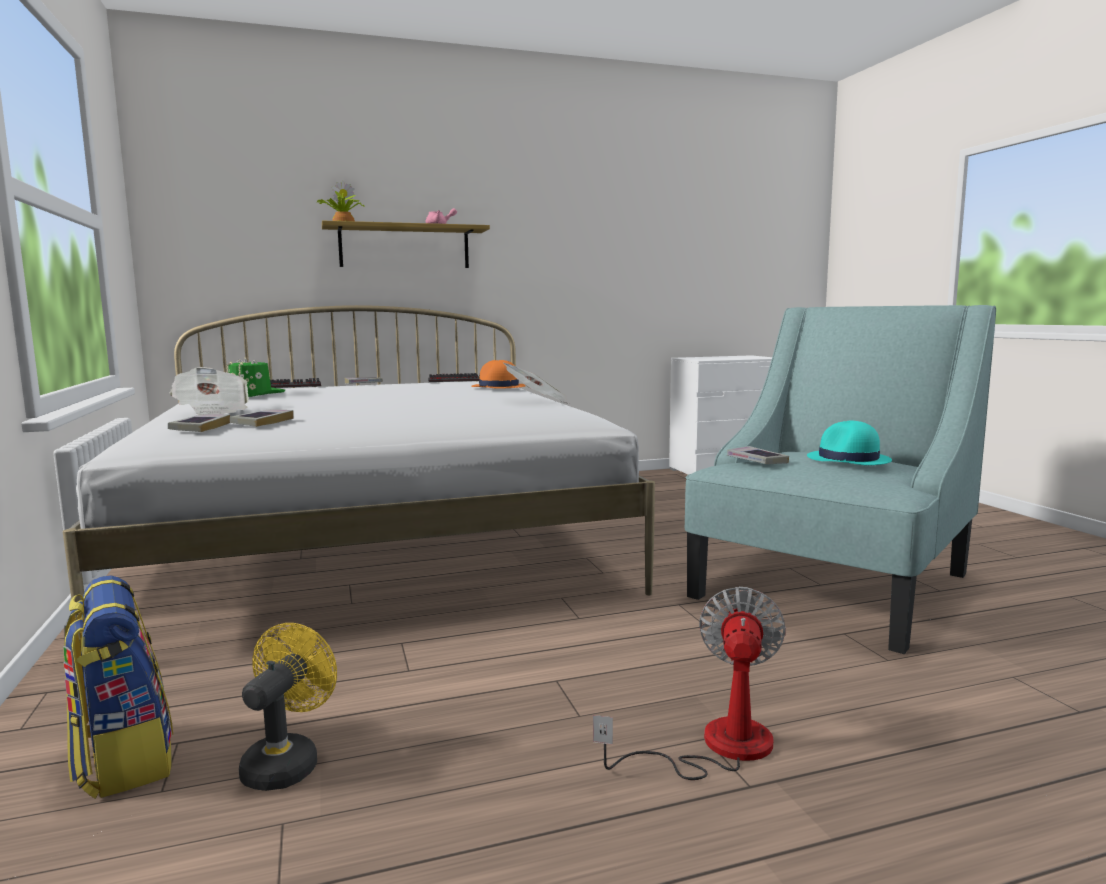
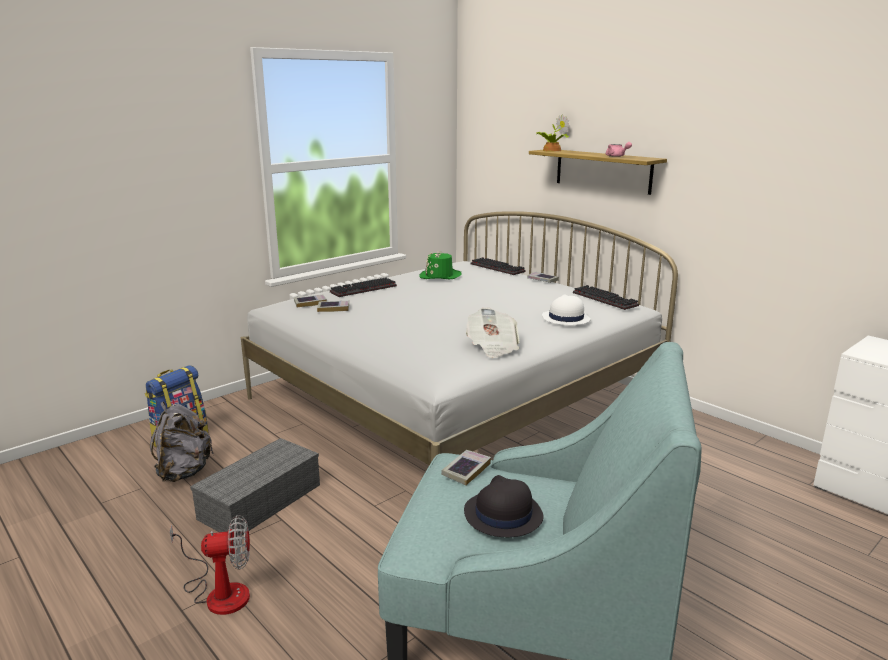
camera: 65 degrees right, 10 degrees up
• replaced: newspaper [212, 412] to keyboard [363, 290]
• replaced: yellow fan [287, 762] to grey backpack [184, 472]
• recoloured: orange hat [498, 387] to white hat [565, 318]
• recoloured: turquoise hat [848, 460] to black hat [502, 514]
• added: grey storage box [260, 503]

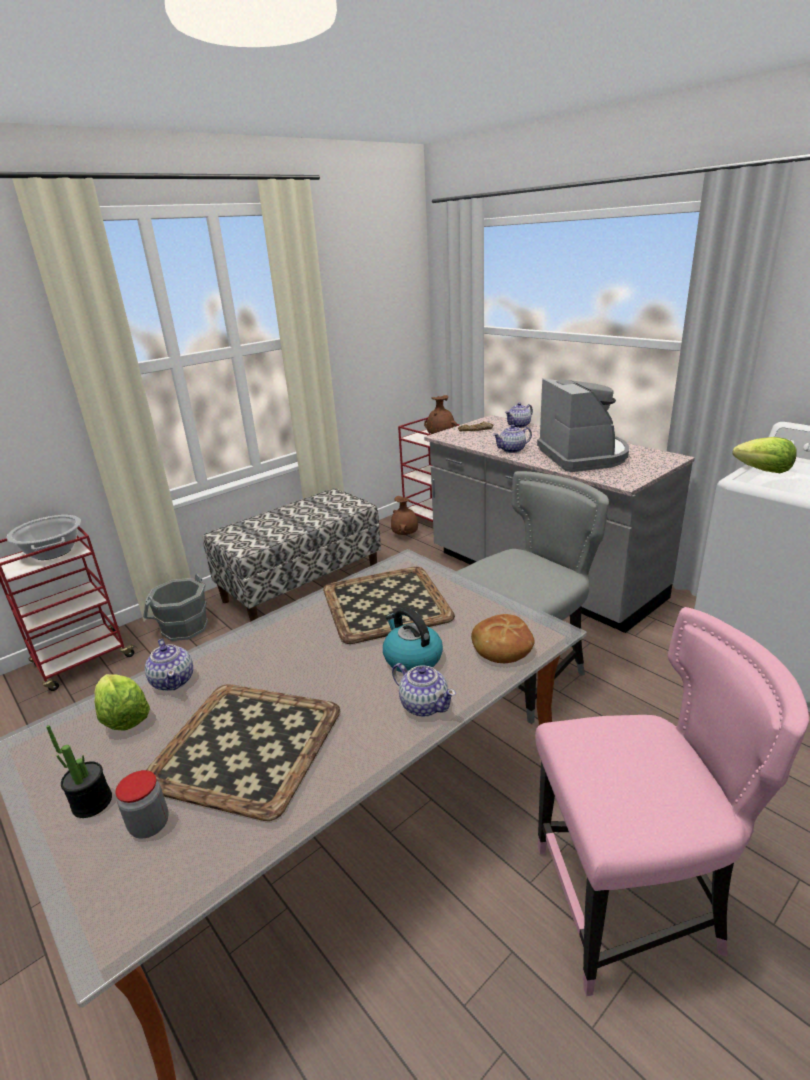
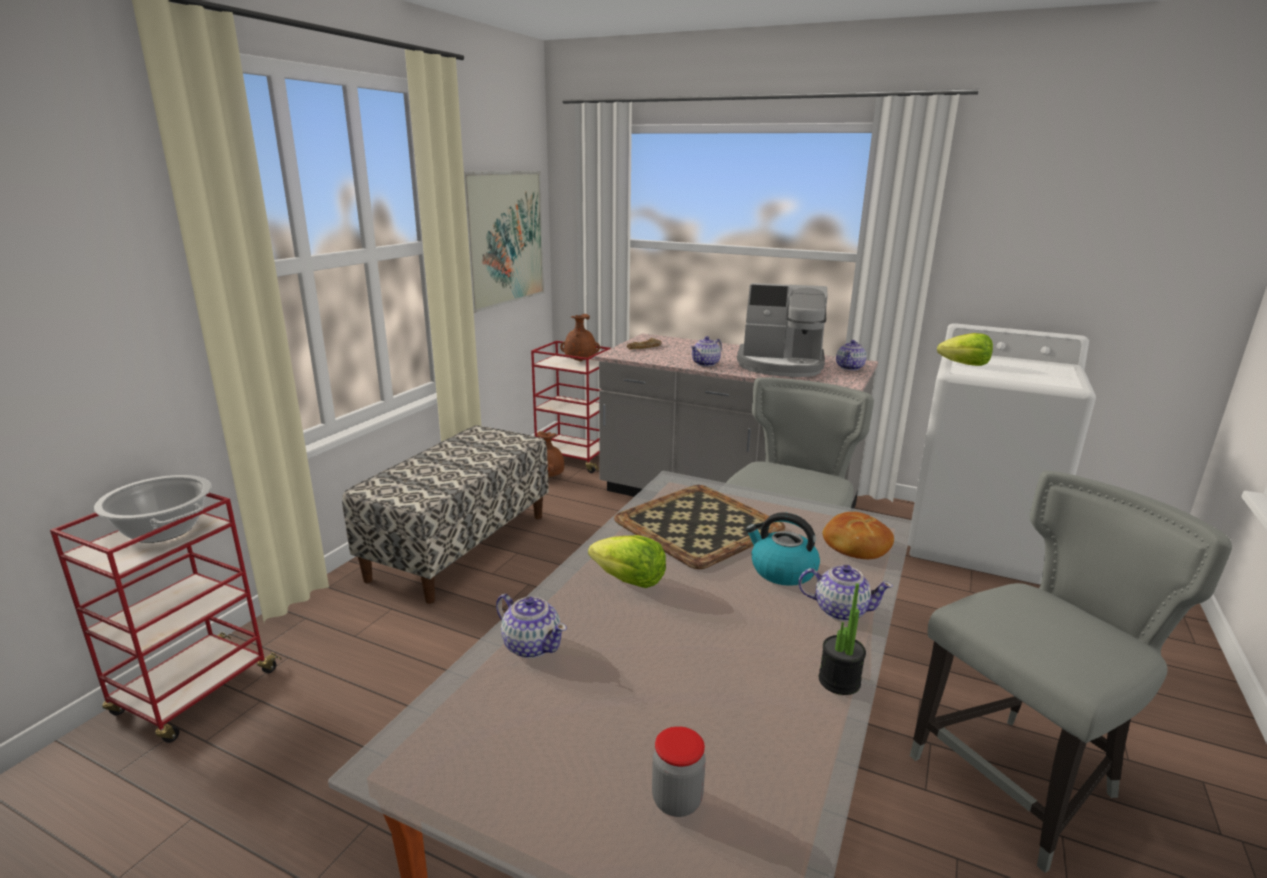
camera: 25 degrees left, 5 degrees down
• moved: potted plant [92, 802] to [839, 681]
• moved: lettuce [123, 717] to [629, 580]
• removed: grey bucket [184, 628]
• removed: tray [246, 747]
• moved: teapot [519, 425] to [850, 367]
• recoloured: pink chair [630, 906] to grey chair [1020, 781]
• turned: coffee machine [583, 456] = [781, 365] 135 degrees clockwise
• added: picture [503, 238]

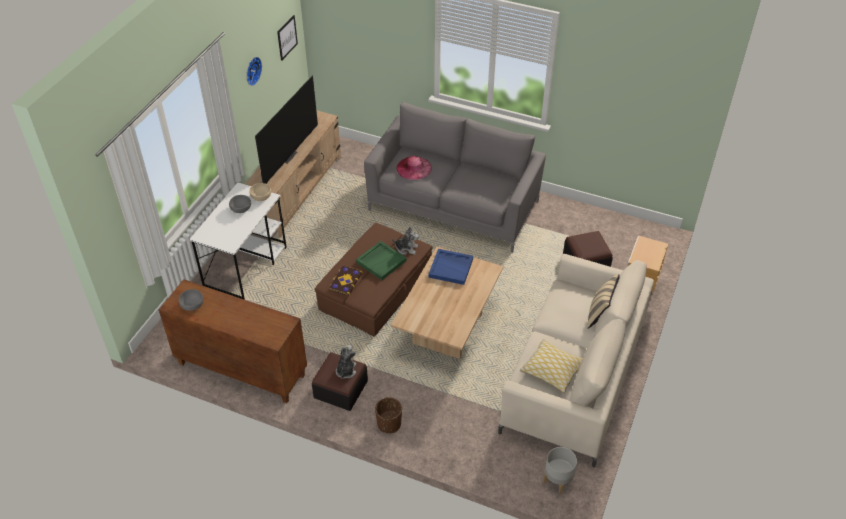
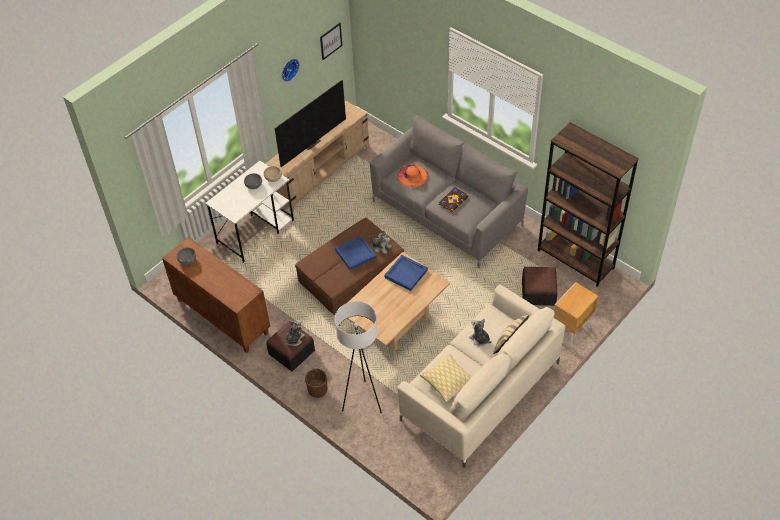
camera: 20 degrees right, 5 degrees up
• moved: book [345, 281] to [453, 200]
• recoloured: green tray [381, 261] to blue tray [355, 253]
• recoloured: pink hat [414, 168] to orange hat [412, 176]
• removed: grey planter [558, 481]
• added: white floor lamp [363, 401]
• added: plush toy [479, 339]
• added: brown bookcase [575, 259]

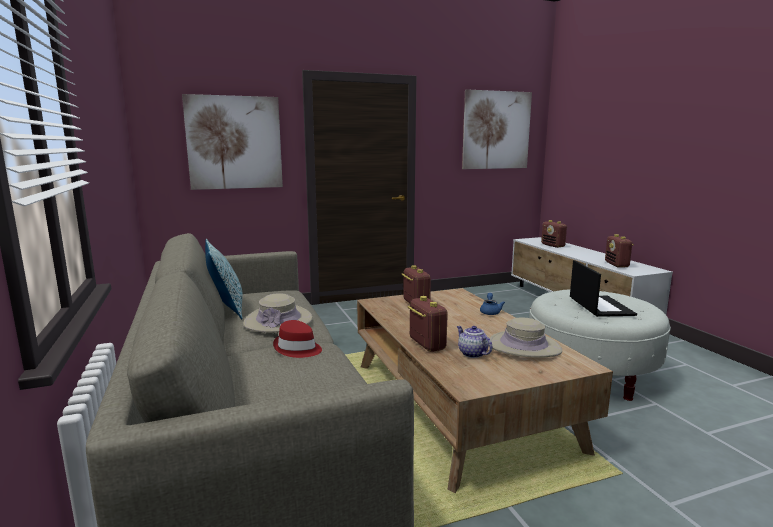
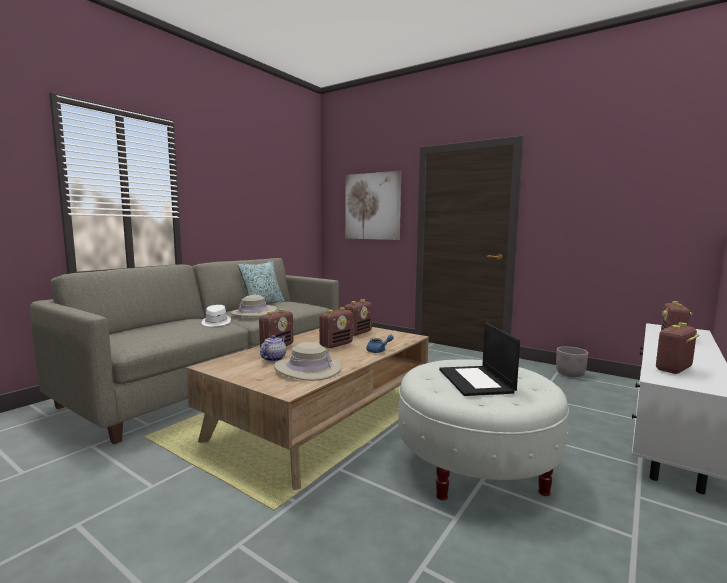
camera: 55 degrees right, 5 degrees down
• recoloured: red hat [297, 349] to white hat [215, 322]
• removed: picture [496, 130]
• turned: laptop [600, 306] = [476, 381] 120 degrees clockwise
• added: radio [336, 344]
• added: grey planter [570, 374]

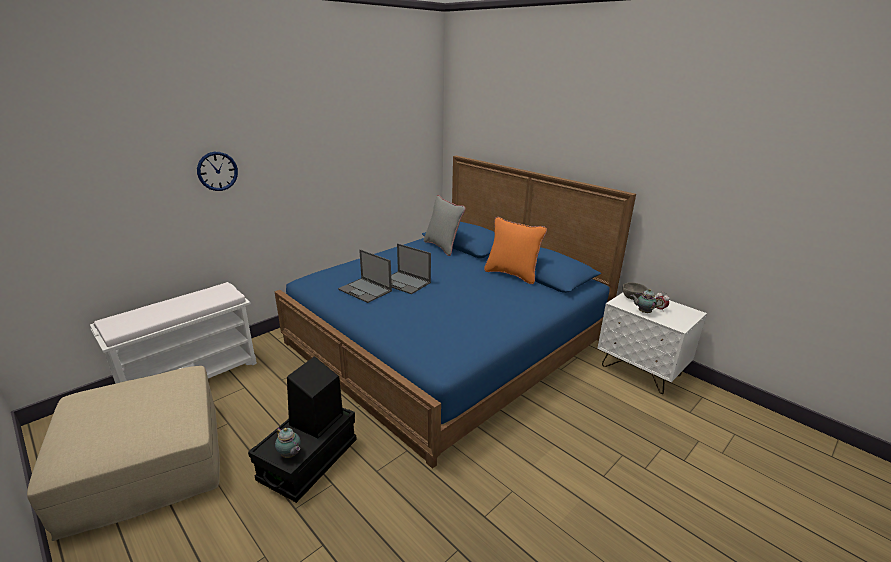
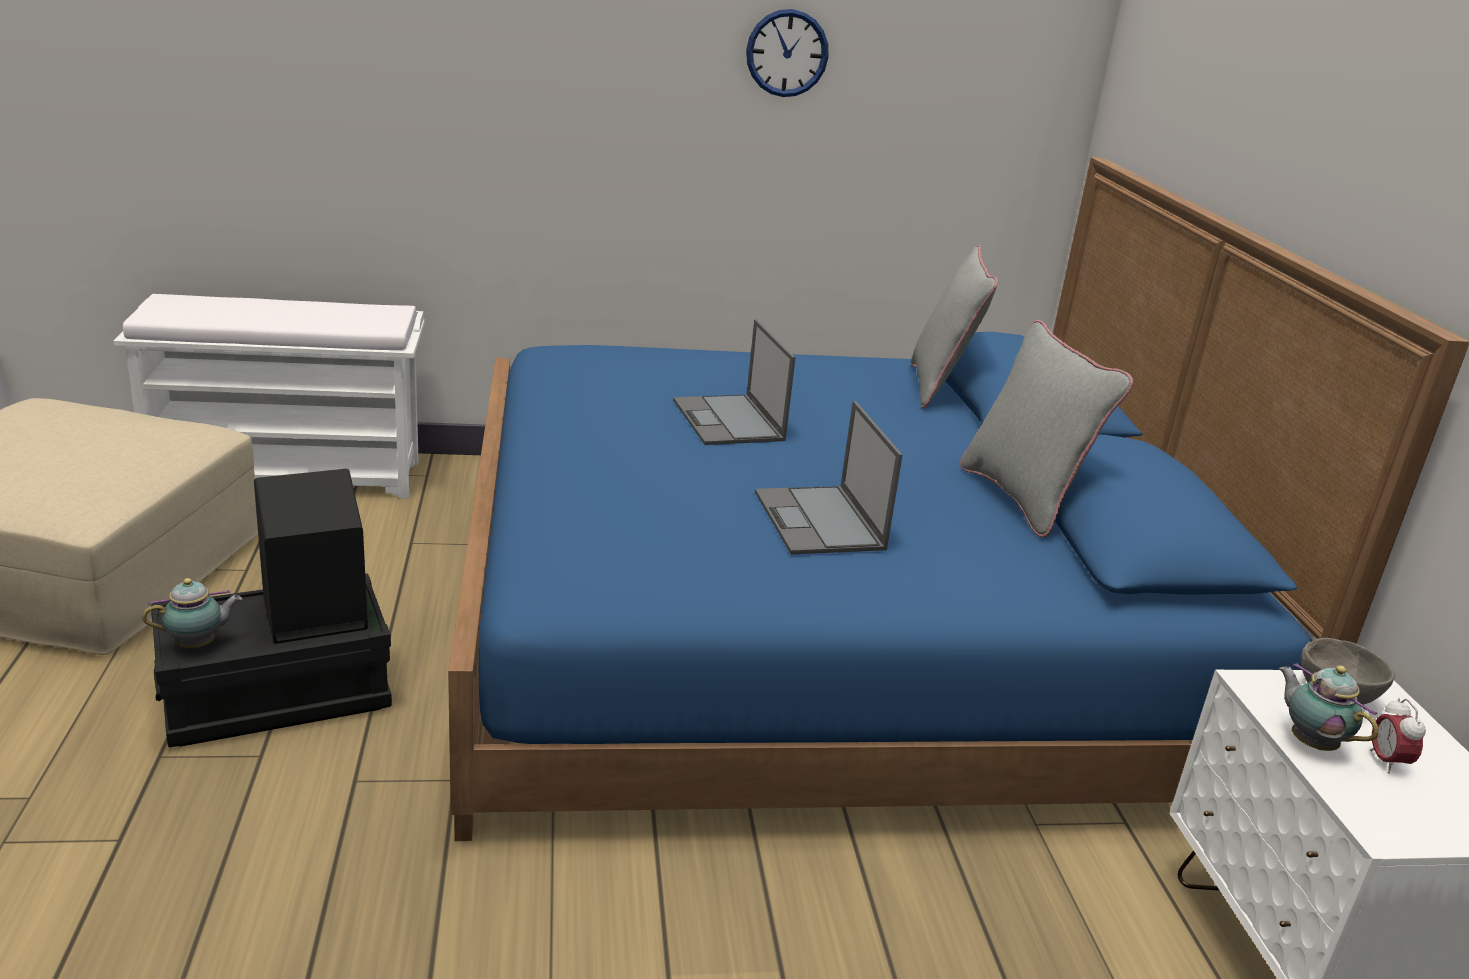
camera: 35 degrees right, 0 degrees up
• moved: wall clock [217, 171] to [787, 53]
• turned: teapot [290, 455] = [199, 645] 105 degrees counterclockwise
• moved: laptop [365, 290] to [820, 521]
• recoloured: orange pillow [512, 274] to grey pillow [1023, 499]

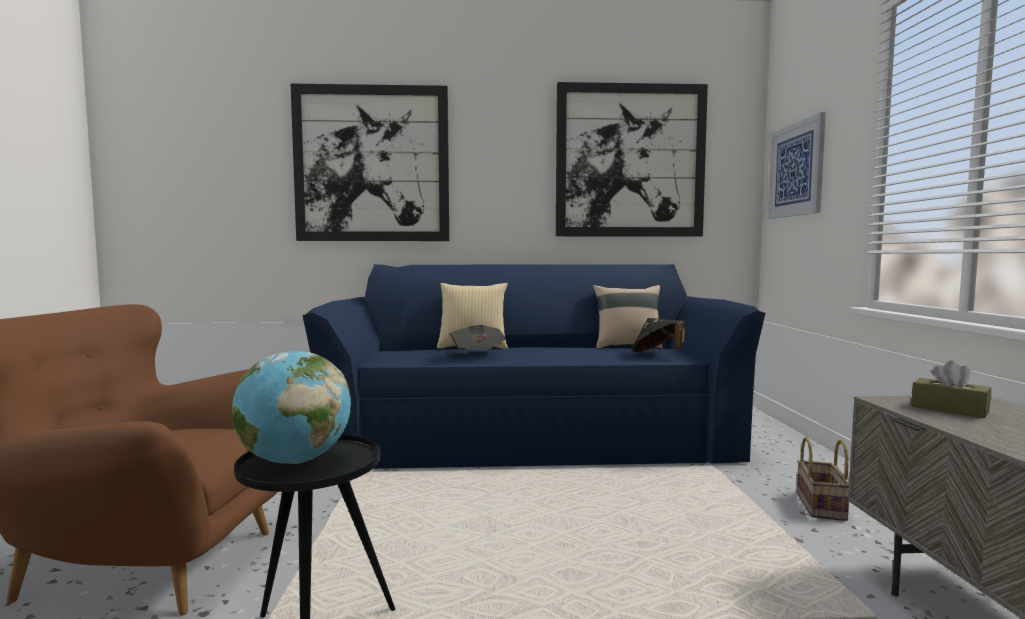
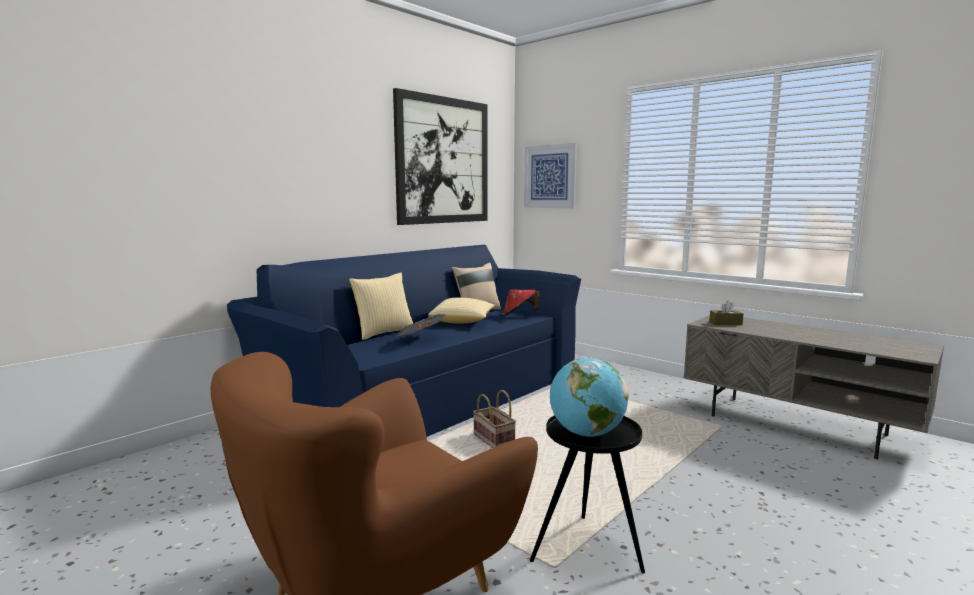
camera: 45 degrees left, 5 degrees up
• removed: picture [372, 164]
• recoloured: black hat [658, 354] to red hat [519, 315]
• moved: basket [822, 507] to [495, 440]
• added: pillow [462, 322]

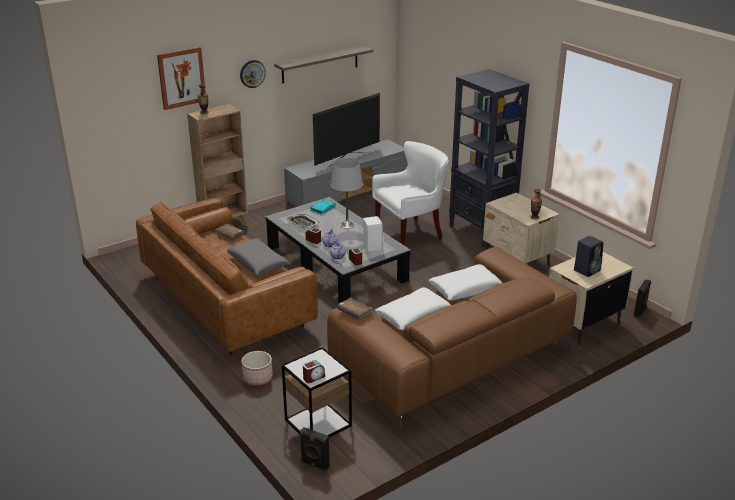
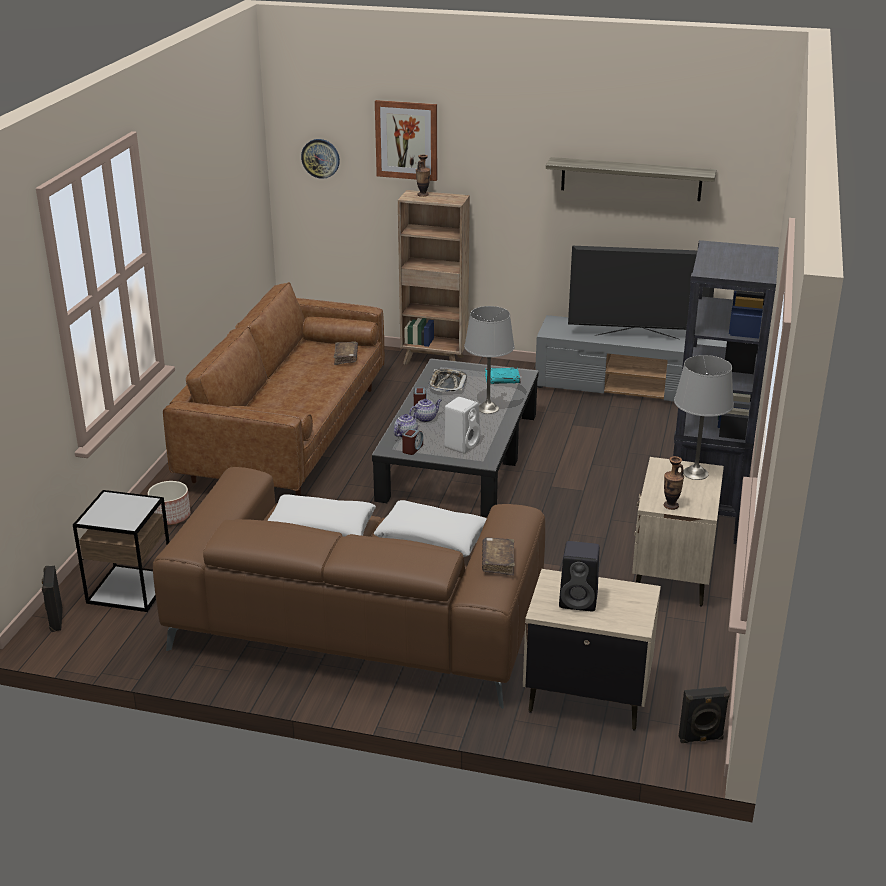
camera: 50 degrees right, 0 degrees up
• removed: grey pillow [258, 263]
• moved: wall clock [252, 73] to [320, 158]
• removed: alarm clock [313, 377]
• moved: brown book [354, 313] to [498, 562]
• removed: white armchair [411, 234]
• added: grey table lamp [695, 473]

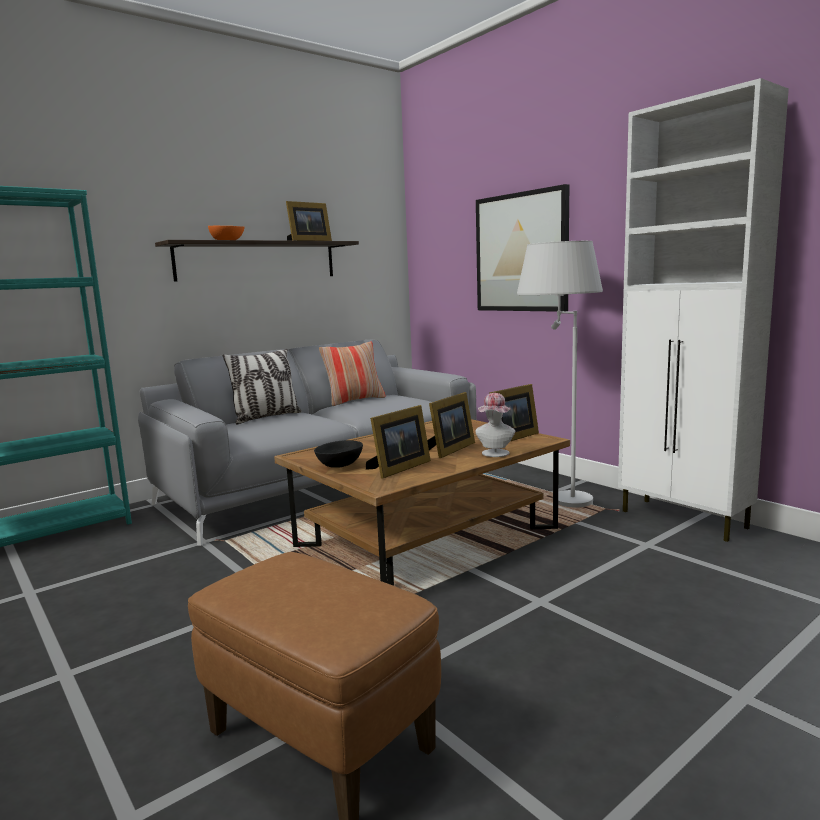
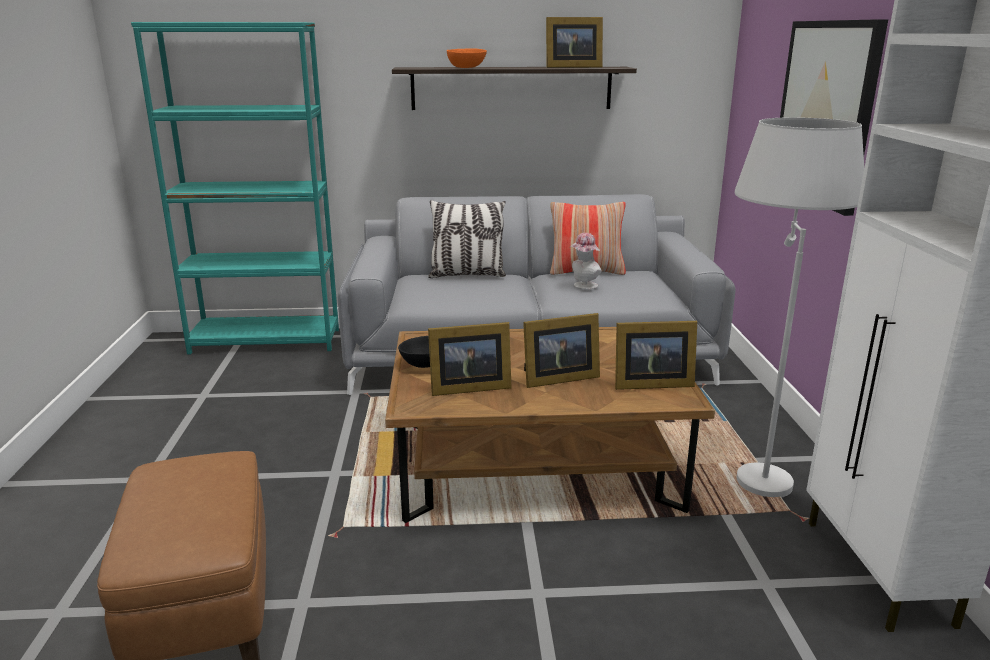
camera: 35 degrees right, 10 degrees up
• moved: hat [495, 454] to [583, 286]

